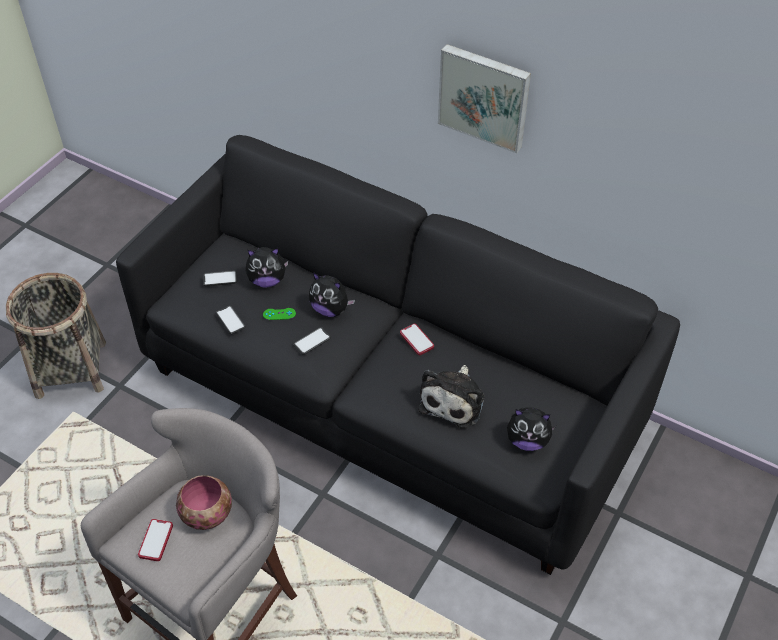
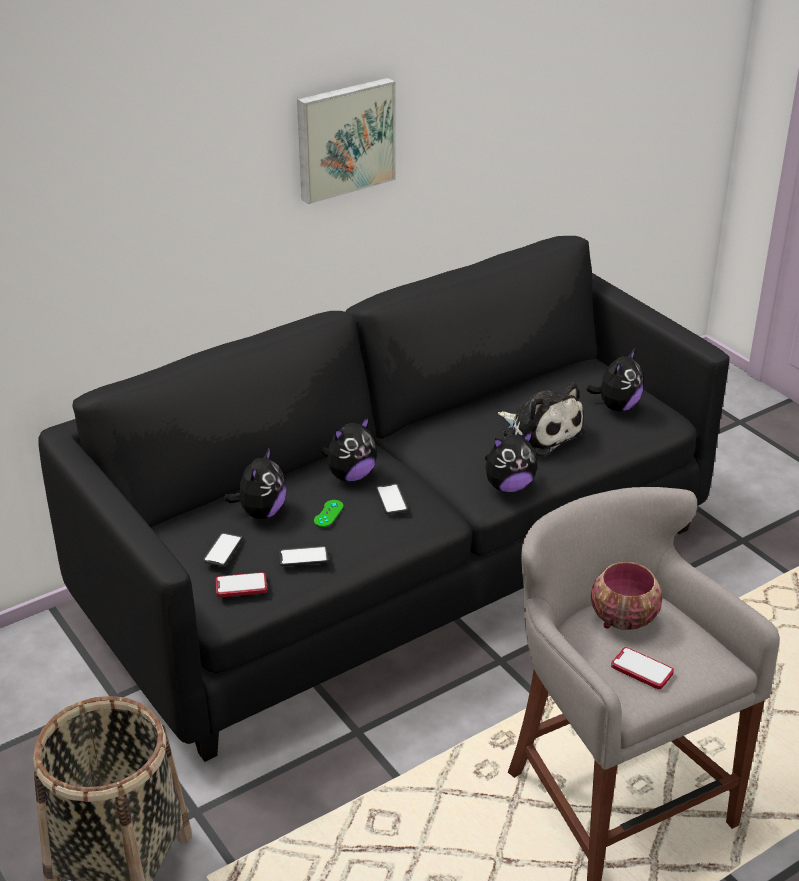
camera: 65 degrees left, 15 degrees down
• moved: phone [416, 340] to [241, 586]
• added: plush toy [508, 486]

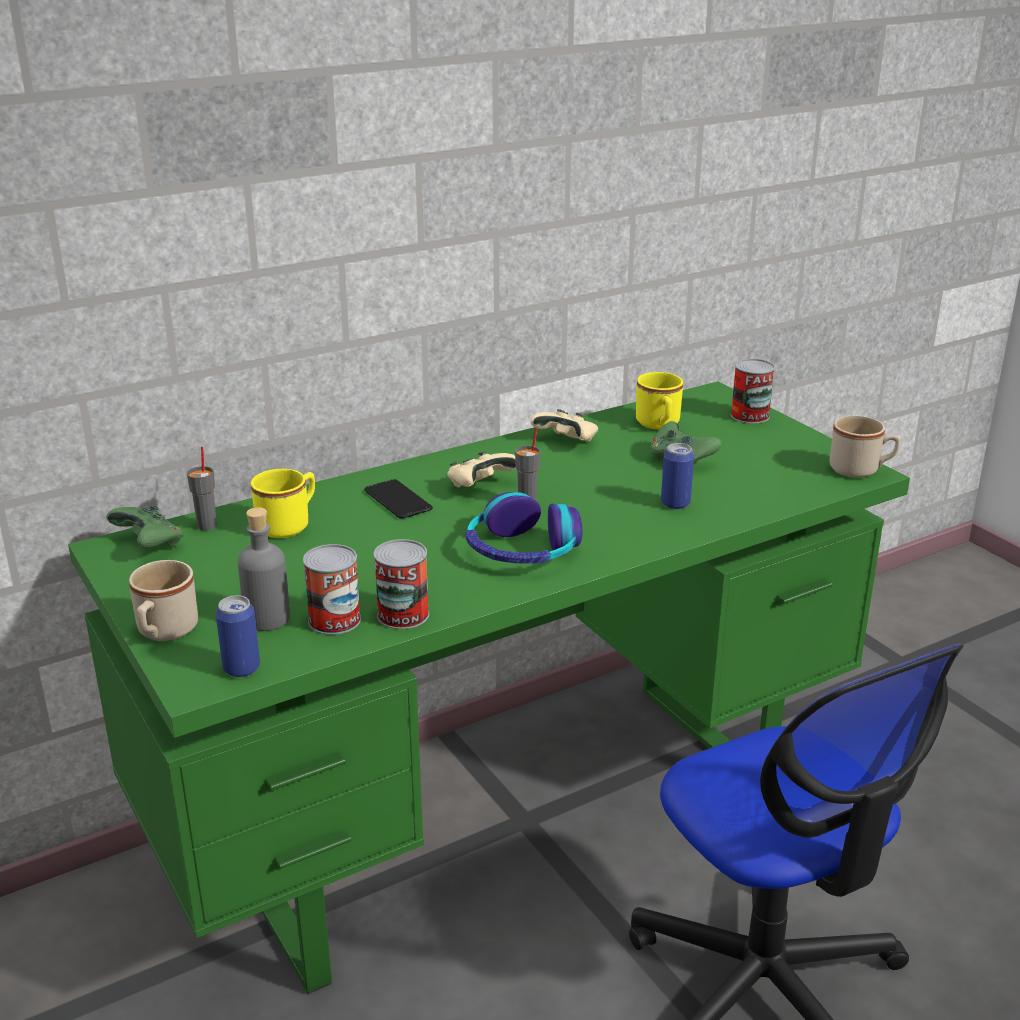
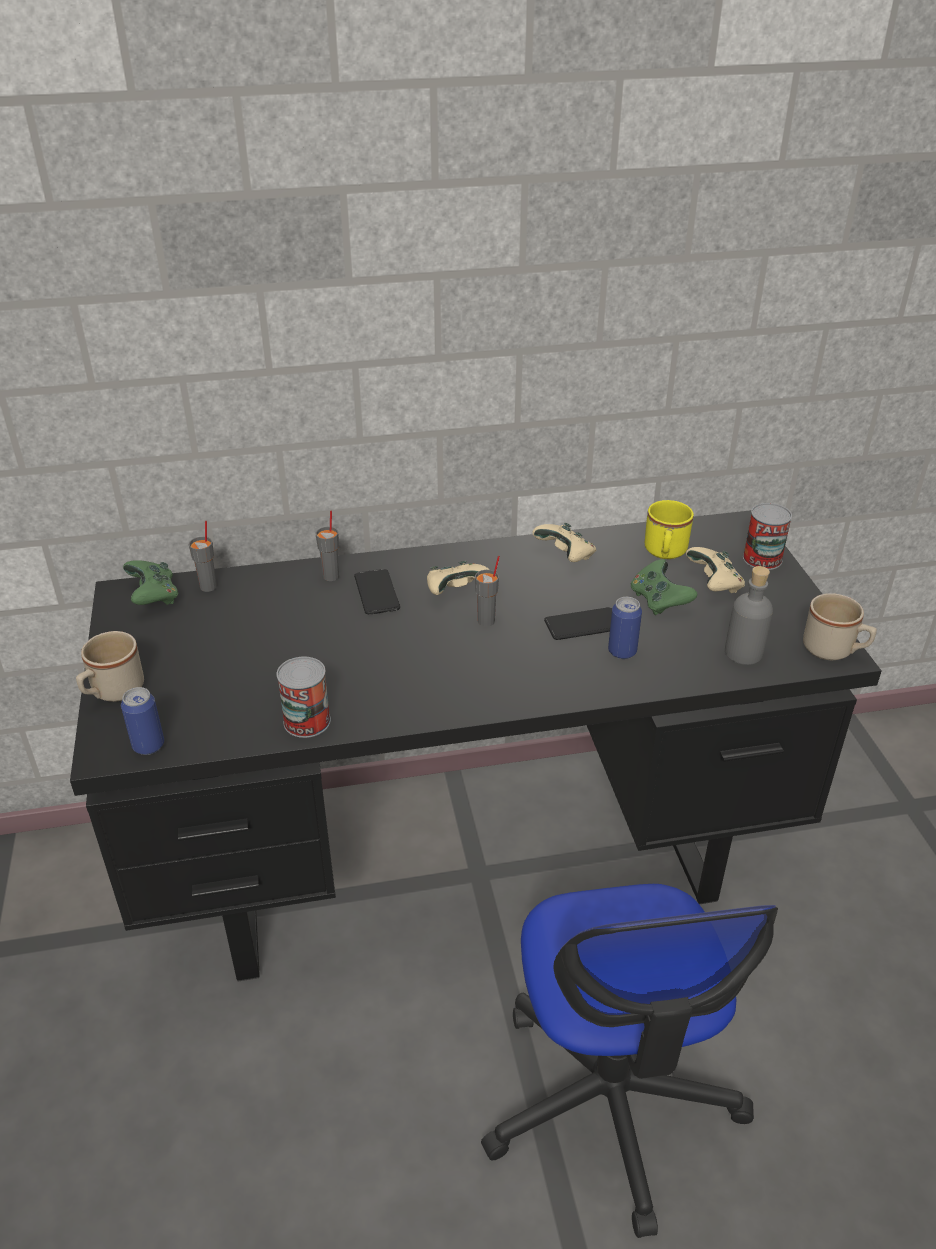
camera: 20 degrees right, 10 degrees up
• recoloured: green desk [509, 815] to black desk [469, 865]
• moved: grey bottle [267, 618] to [743, 653]
• removed: yellow mug [289, 524]
• removed: can [334, 620]
• removed: headphones [522, 551]
• added: grey cup [331, 576]
• added: phone [583, 625]
• added: beige game controller [714, 584]

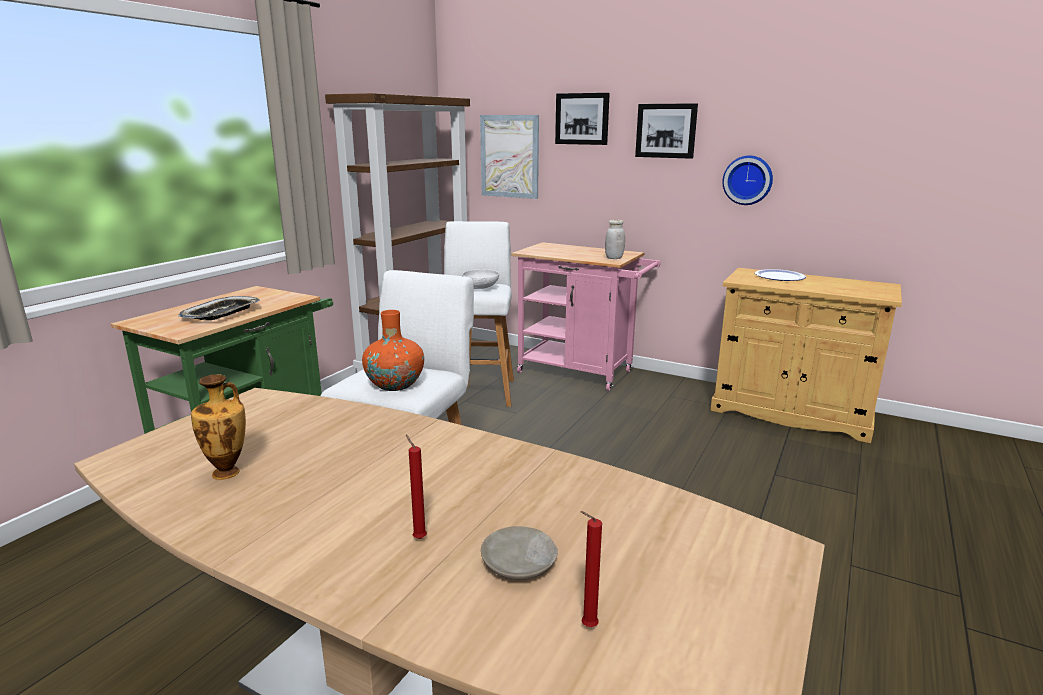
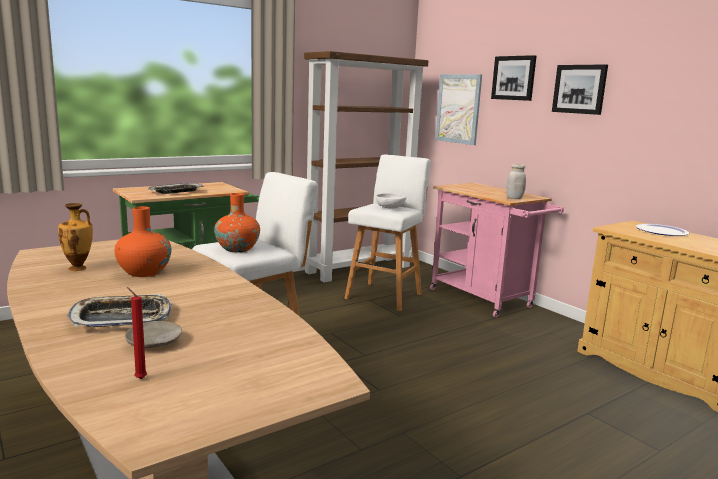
camera: 25 degrees right, 5 degrees down
• replaced: red candle [418, 538] to tray [122, 318]
• removed: wall clock [748, 180]
• added: orange vase [144, 272]

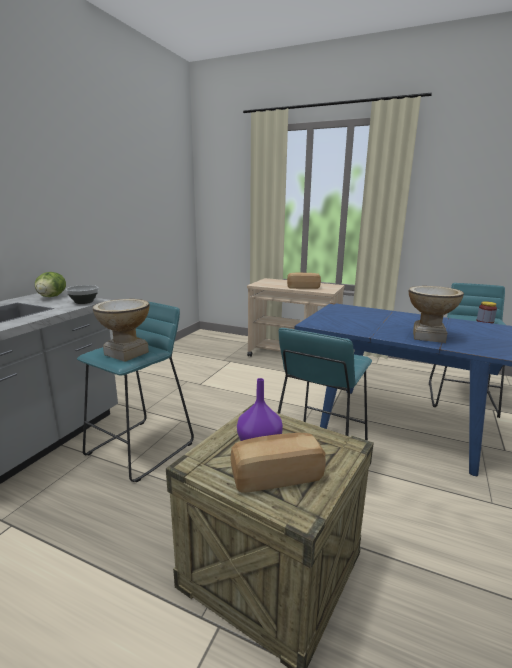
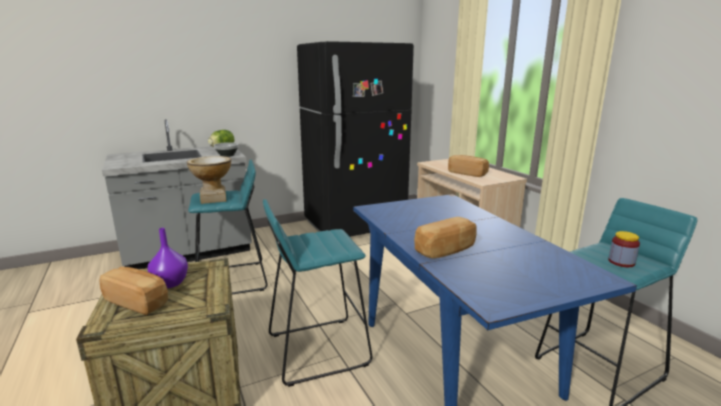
camera: 40 degrees right, 0 degrees up
• replaced: vase [428, 337] to bread [446, 250]
• added: black fridge [354, 225]

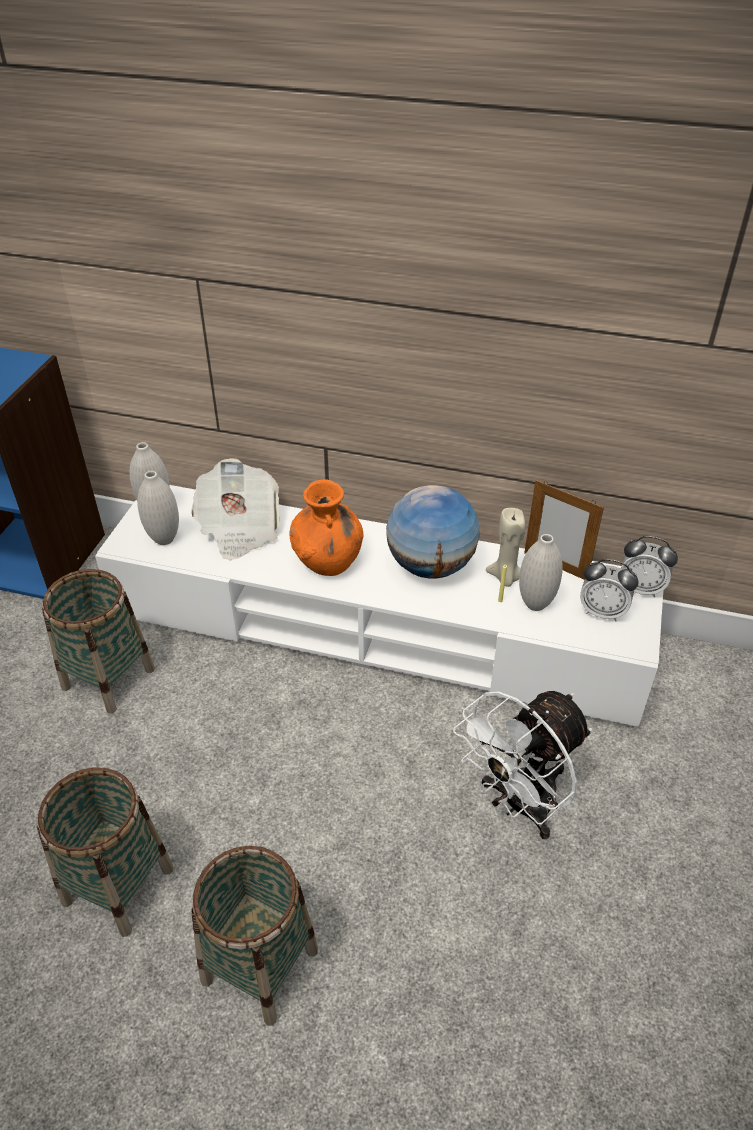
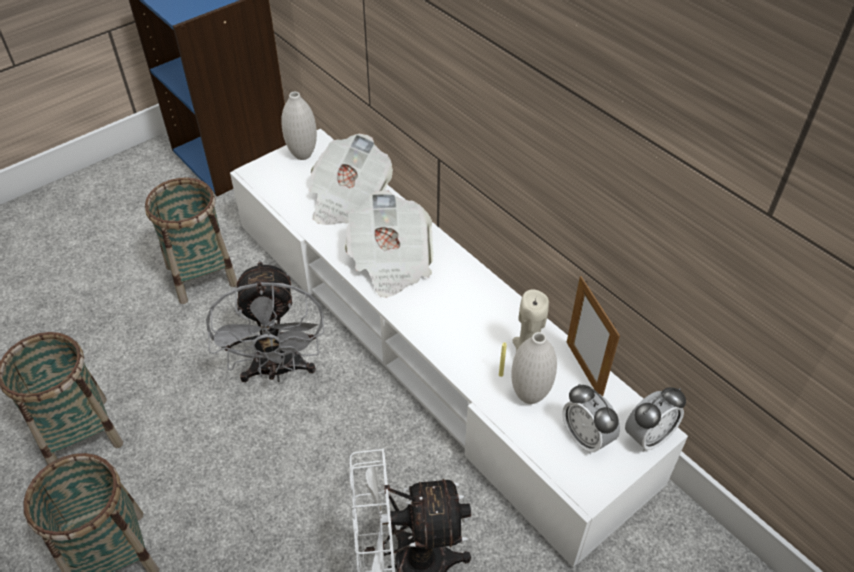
camera: 35 degrees right, 5 degrees up
• removed: white vase [164, 539]
• replaced: orange vase [328, 560] to newspaper [390, 262]
• removed: globe [430, 566]
• turned: alarm clock [641, 588] = [648, 437] 90 degrees counterclockwise
• added: grey fan [278, 370]

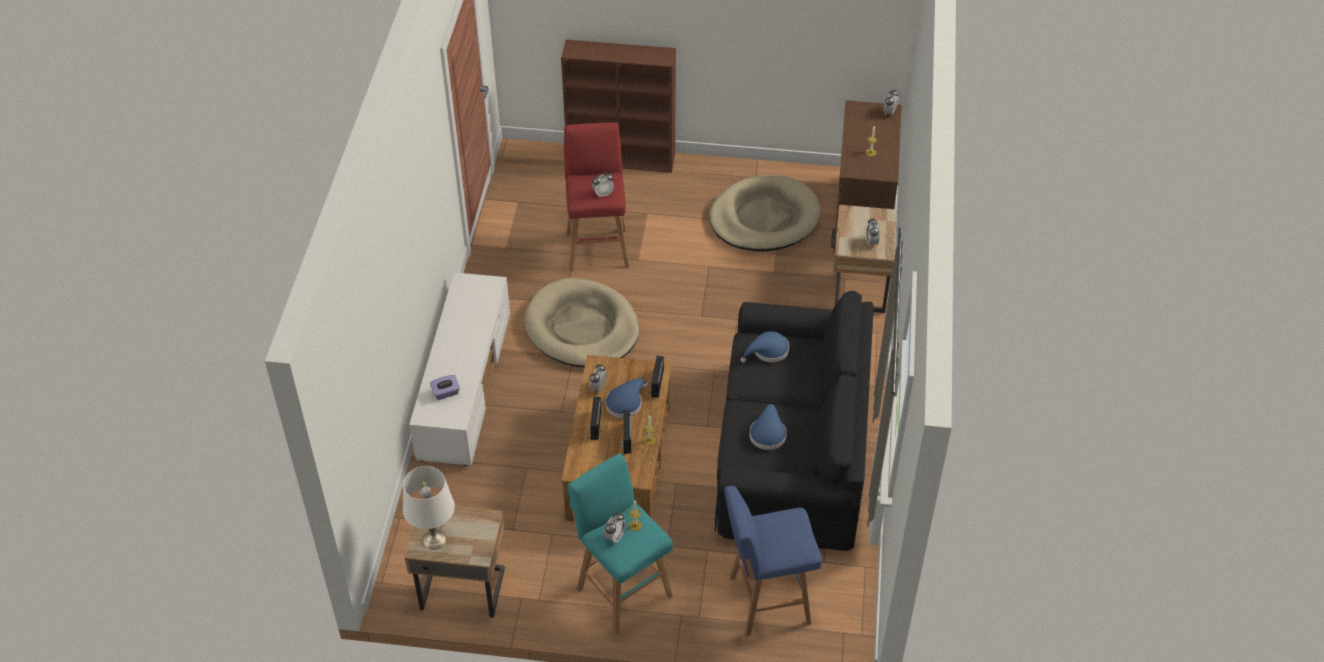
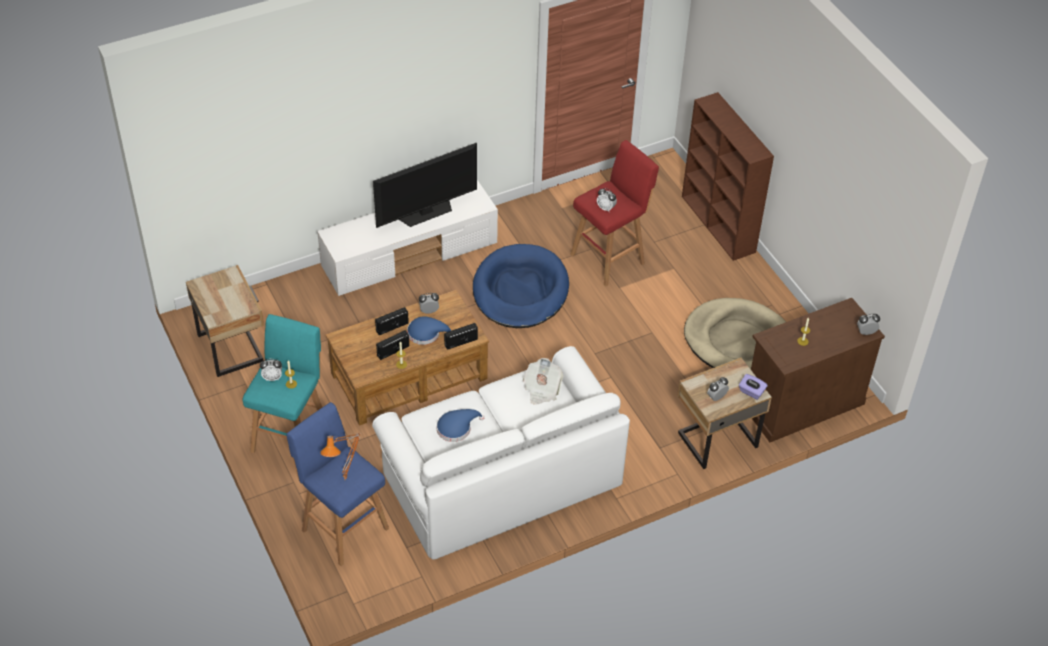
camera: 55 degrees right, 0 degrees up
• removed: white table lamp [434, 539]
• moved: purple tissue box [446, 393] to [751, 392]
• recoloured: beige dog bed [582, 328] to blue dog bed [520, 290]
• recoloured: black sofa [791, 452] to white sofa [500, 476]
• replaced: blue hat [768, 351] to newspaper [542, 389]
• added: orange table lamp [346, 480]
• added: television [426, 212]

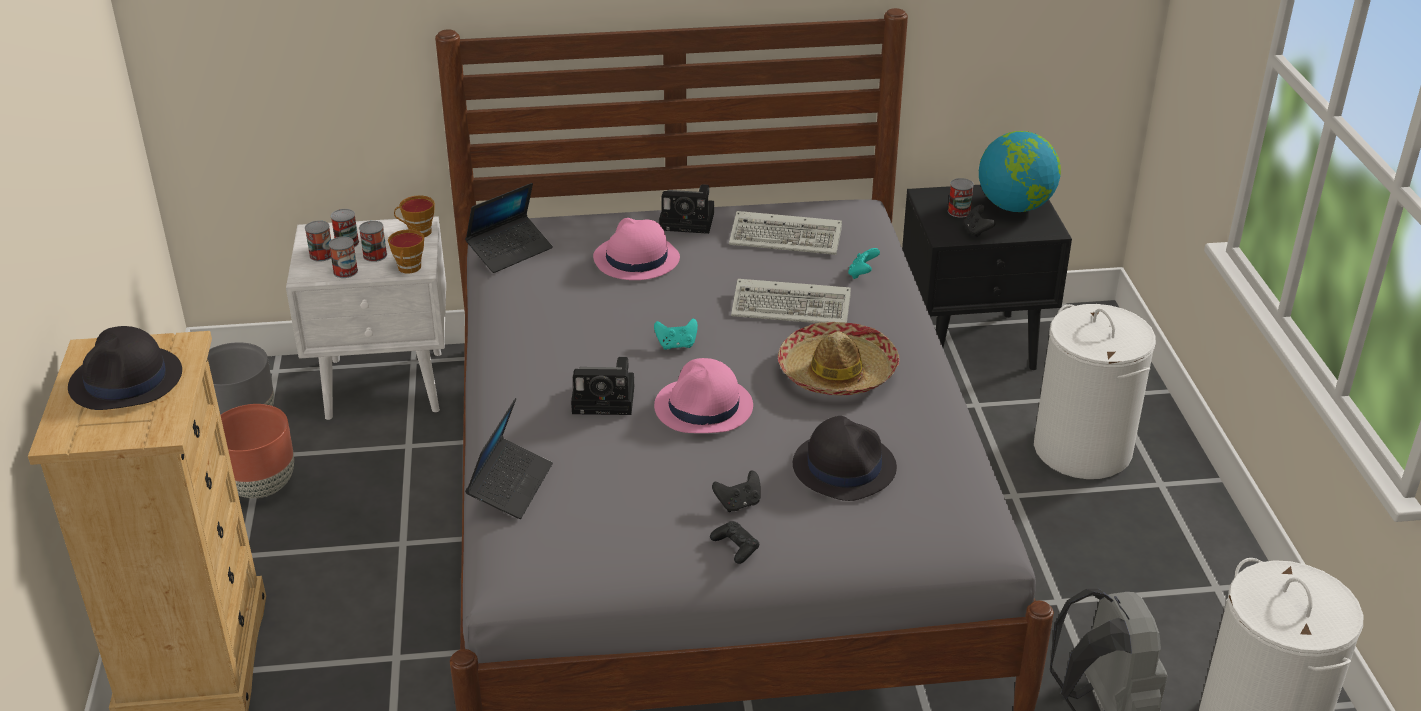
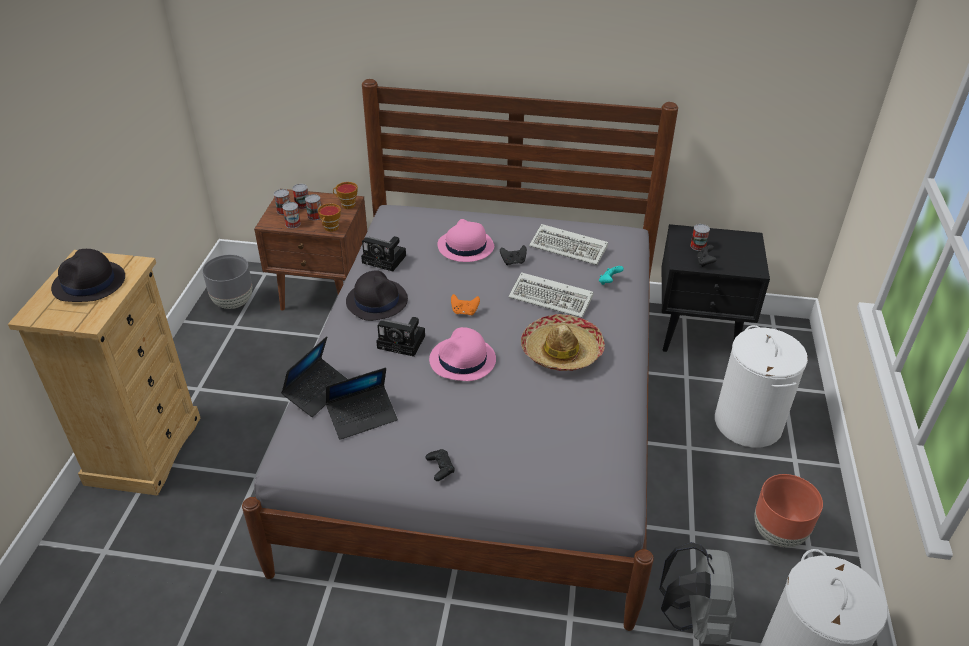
camera: 15 degrees right, 5 degrees up
• moved: brown planter [261, 487] to [779, 533]
• recoloured: white nightstand [387, 385] to brown nightstand [323, 294]
• moved: laptop [510, 251] to [362, 417]
• recoloured: turquoise game controller [676, 345] to orange game controller [464, 312]
• moved: photo camera [689, 221] to [386, 259]
• moved: black game controller [738, 504] to [513, 262]
• moved: black hat [844, 466] to [377, 300]
• removed: globe [1015, 206]

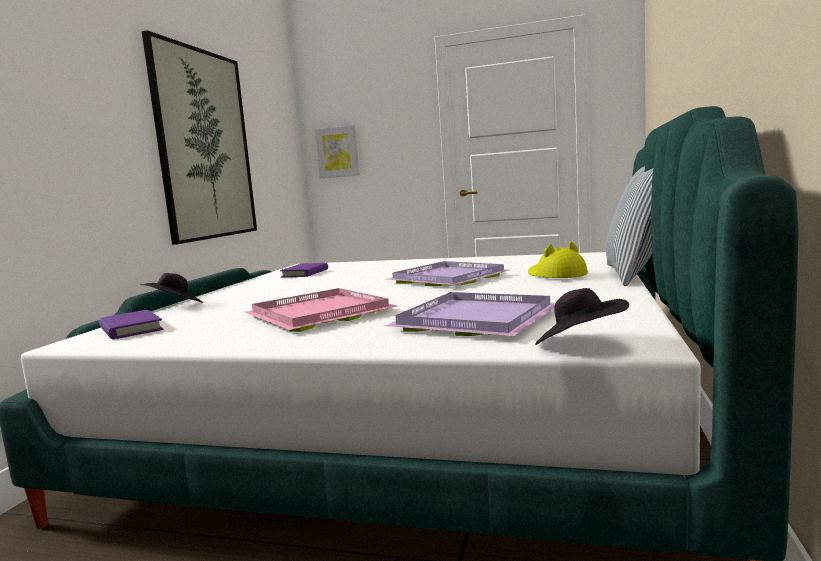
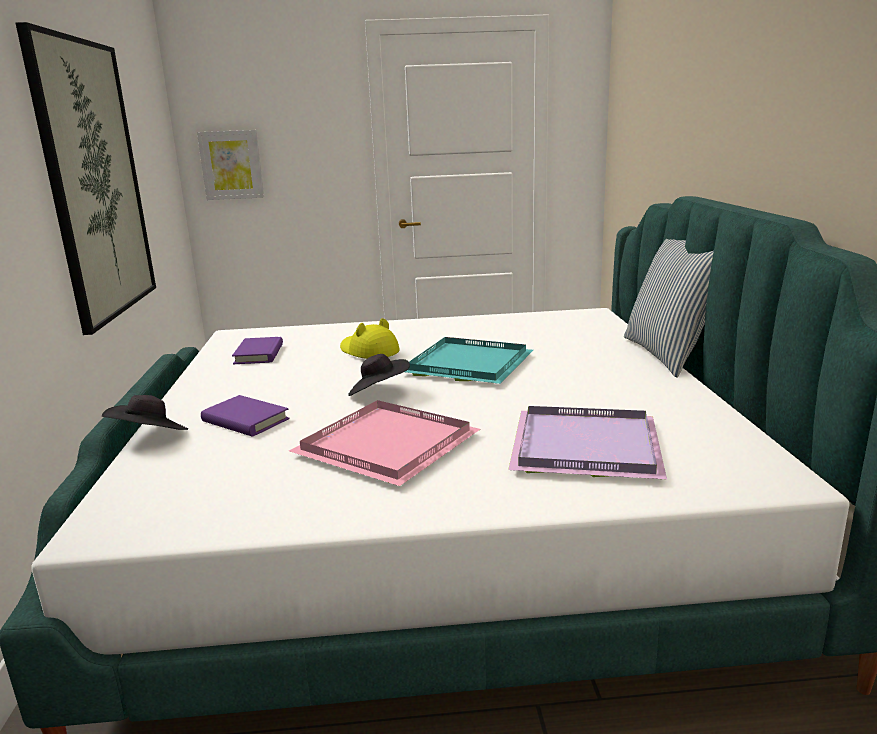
camera: 20 degrees left, 10 degrees up
• moved: purple book [130, 329] to [245, 420]
• recoloured: purple tray [446, 279] to turquoise tray [465, 365]
• moved: yellow hat [556, 275] to [368, 351]
• moved: black hat [579, 344] to [378, 393]

